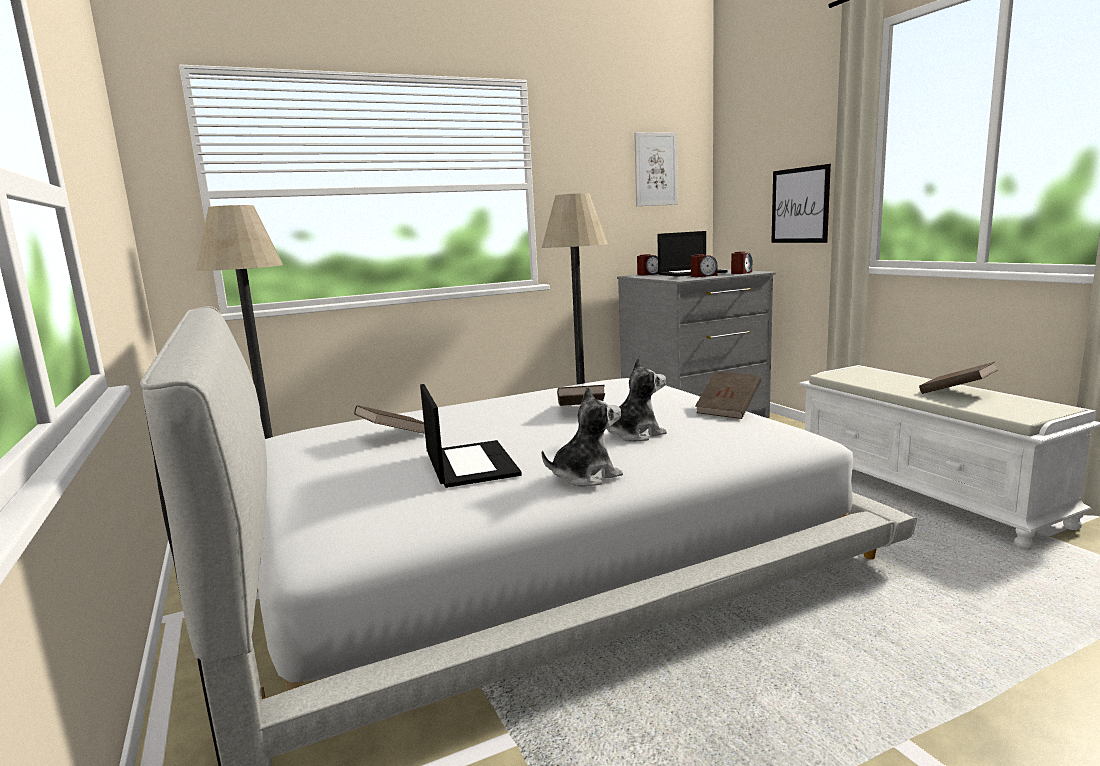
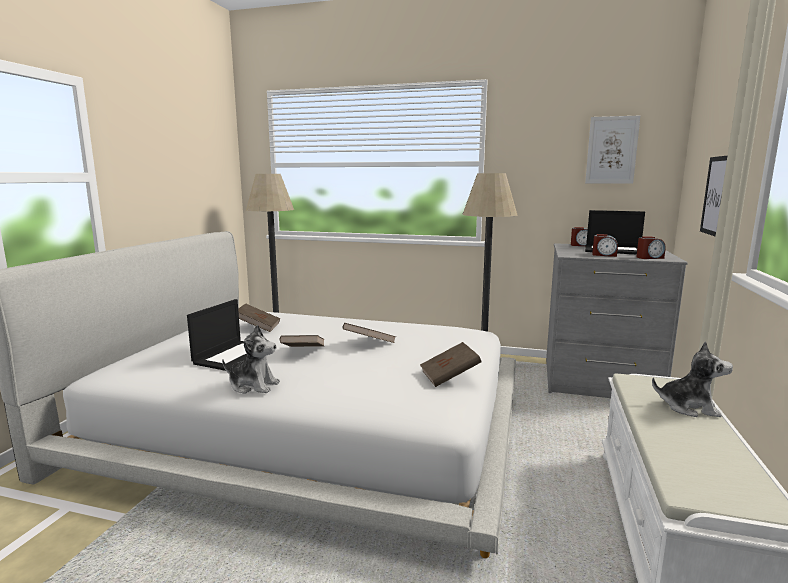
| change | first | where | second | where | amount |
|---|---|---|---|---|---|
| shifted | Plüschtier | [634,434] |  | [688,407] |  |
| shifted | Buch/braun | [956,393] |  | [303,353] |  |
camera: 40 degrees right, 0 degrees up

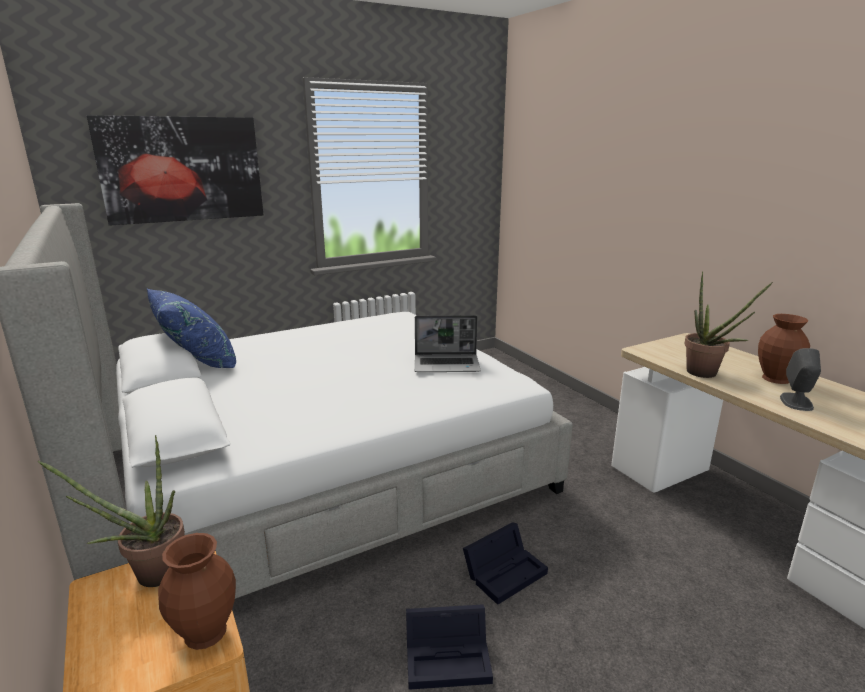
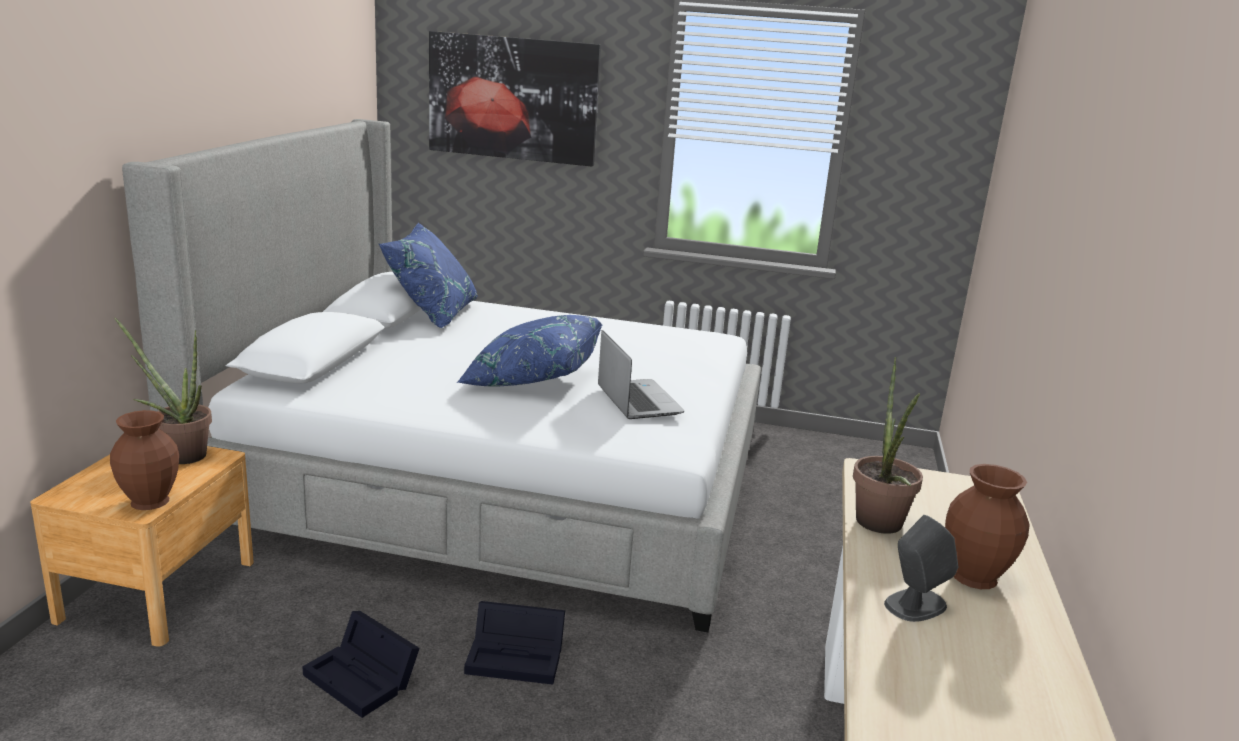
| change | first | where | second | where | amount |
|---|---|---|---|---|---|
| rotated | Laptop | [447,365] |  | [637,400] | 150 degrees counterclockwise |
| new |  |  | Kissen/blau | [531,378] |  |
camera: 40 degrees right, 0 degrees up

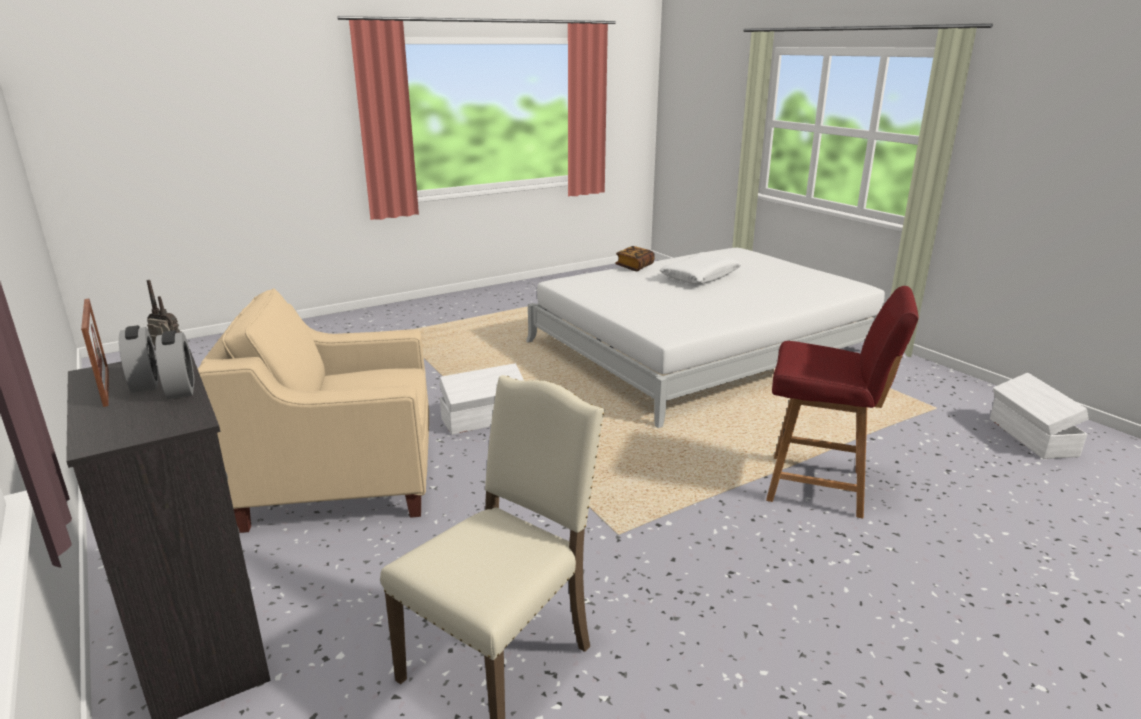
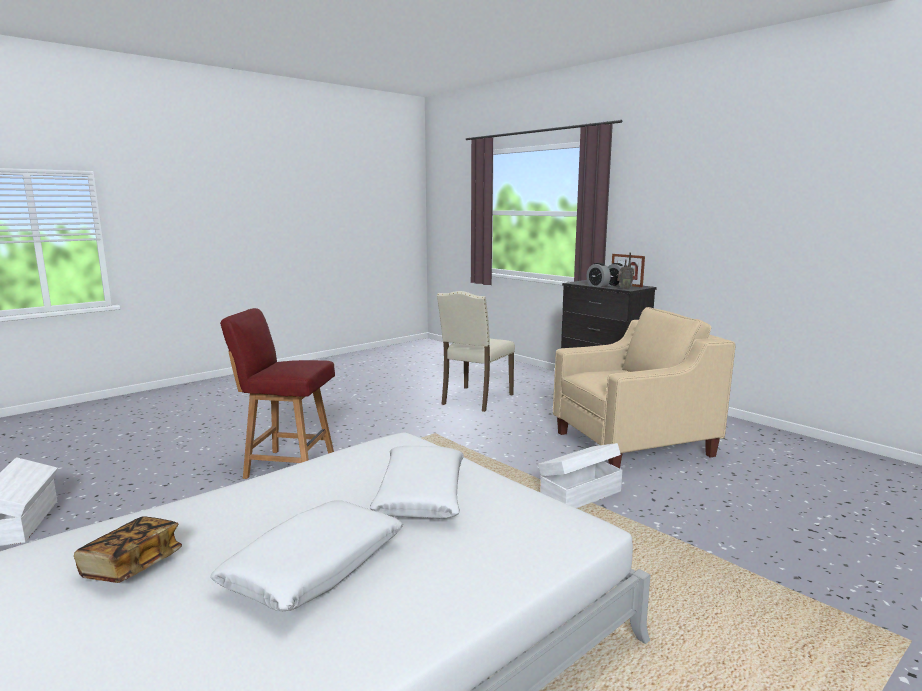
| change | first | where | second | where | amount |
|---|---|---|---|---|---|
| shifted | Buch | [634,266] |  | [132,566] |  |
| new |  |  | Kissen/weiß | [421,494] |  |
camera: 170 degrees right, 10 degrees down

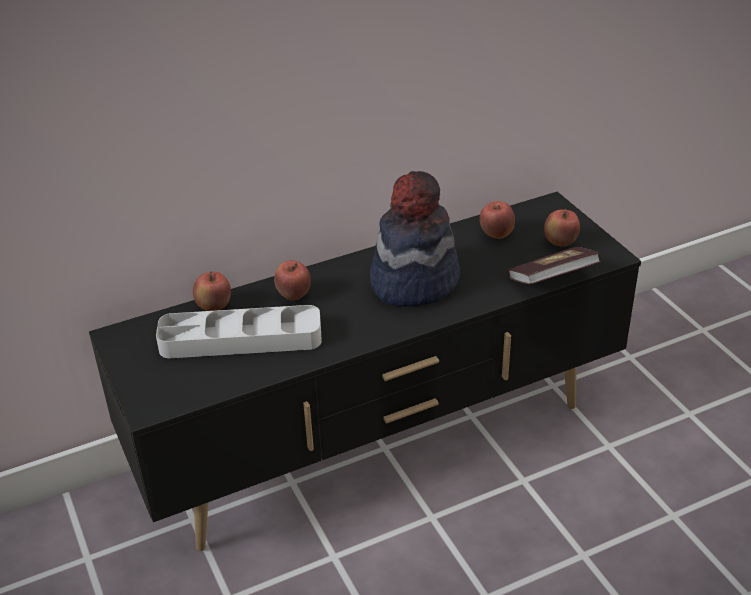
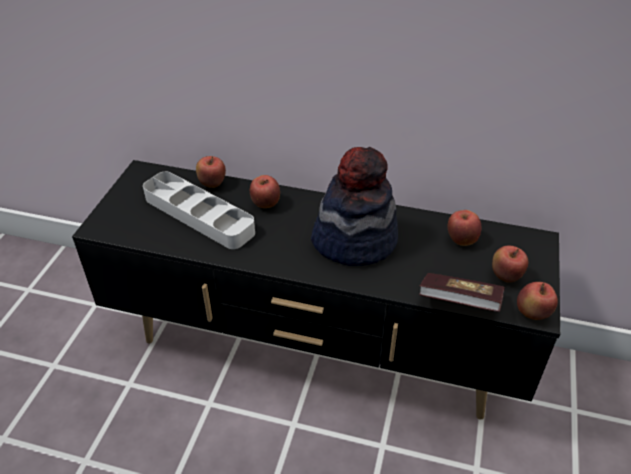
| change | first | where | second | where | amount |
|---|---|---|---|---|---|
| new |  |  | Apfel | [532,314] |  |
camera: 40 degrees right, 5 degrees up

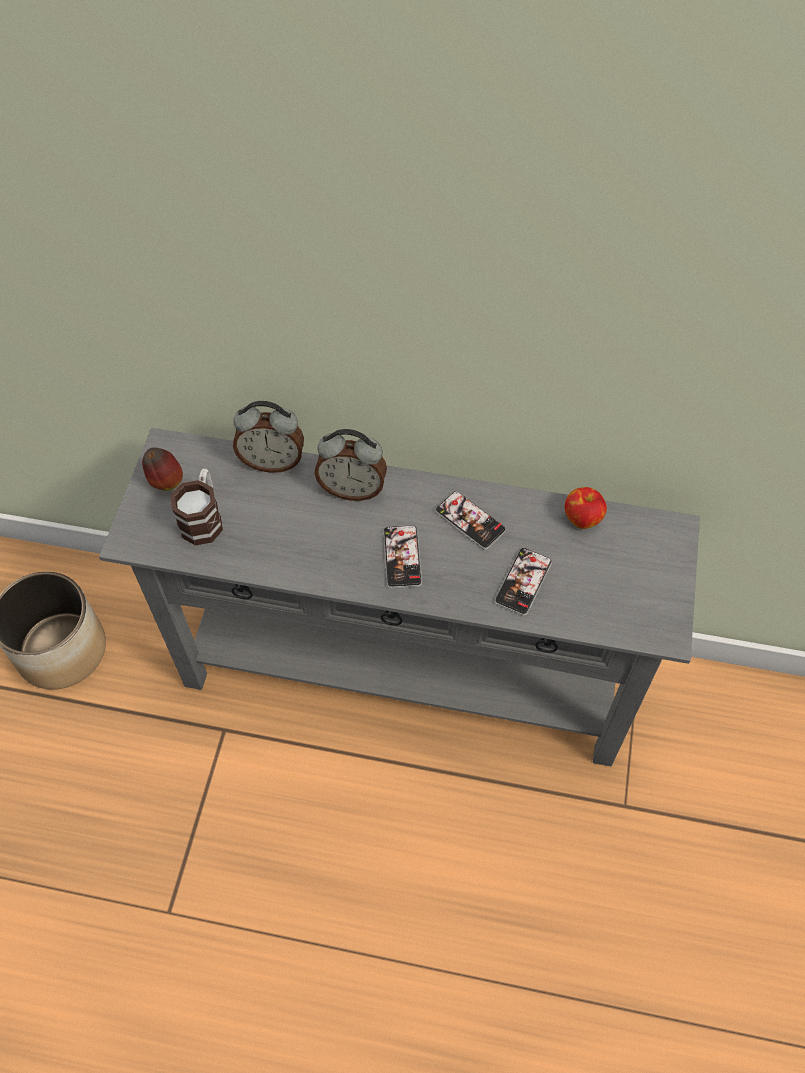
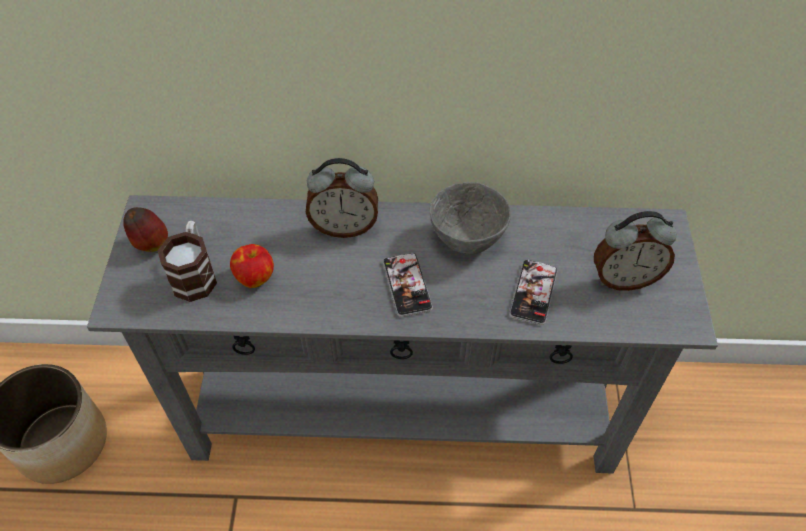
| change | first | where | second | where | amount |
|---|---|---|---|---|---|
| shifted | Wecker | [272,461] |  | [624,278] |  |
| swapped | Handy | [470,520] | Schüssel/grau | [467,241] |  |
| shifted | Apfel | [582,518] |  | [255,277] |  |
camera: 10 degrees left, 5 degrees down

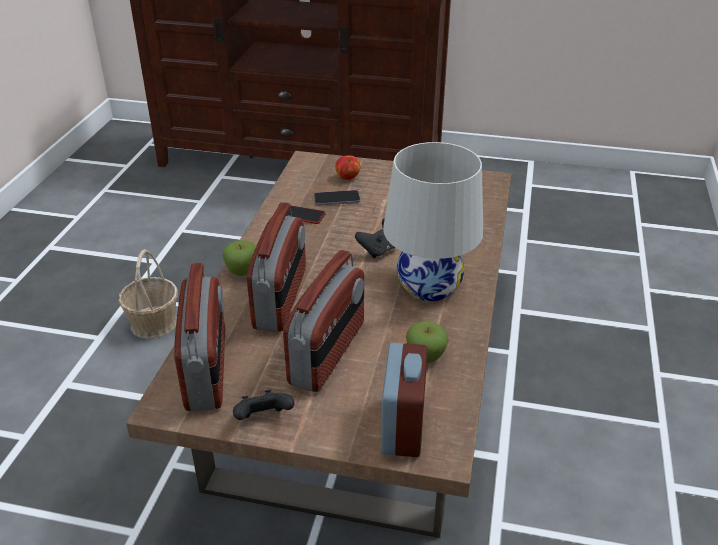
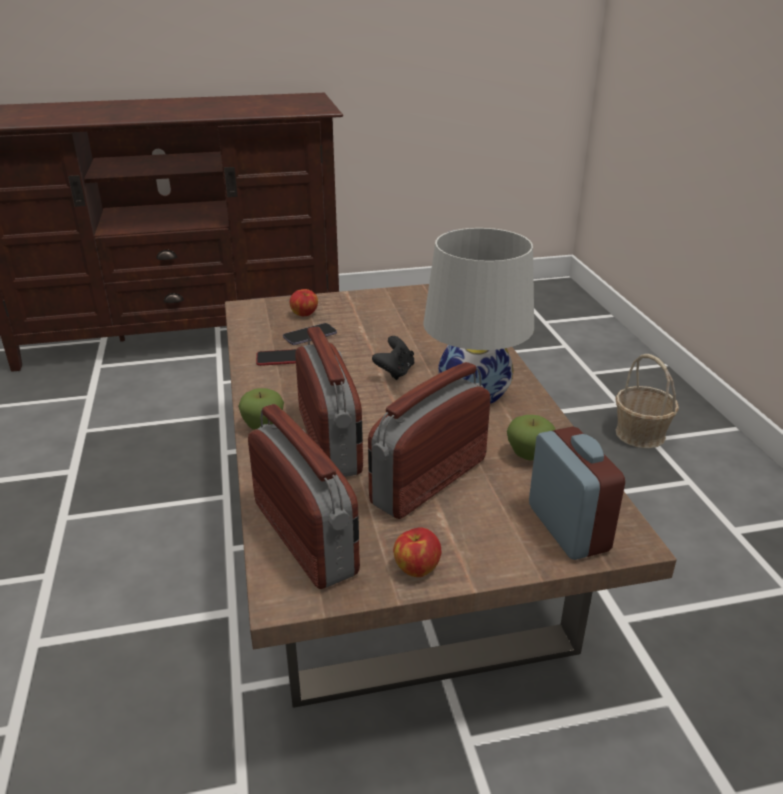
| change | first | where | second | where | amount |
|---|---|---|---|---|---|
| shifted | Korb | [153,323] |  | [640,434] |  |
| swapped | Gamepad/schwarz | [264,419] | Apfel | [416,568] |  |
| rotated | Radio | [328,353] |  | [428,481] | 135 degrees counterclockwise |
camera: 25 degrees left, 5 degrees down

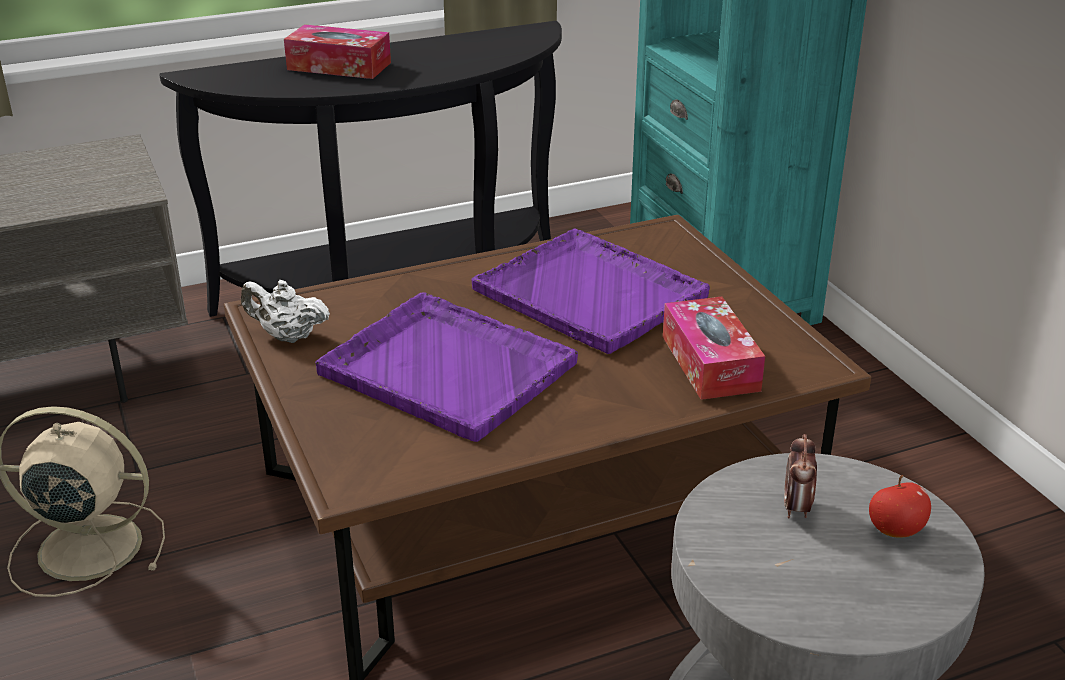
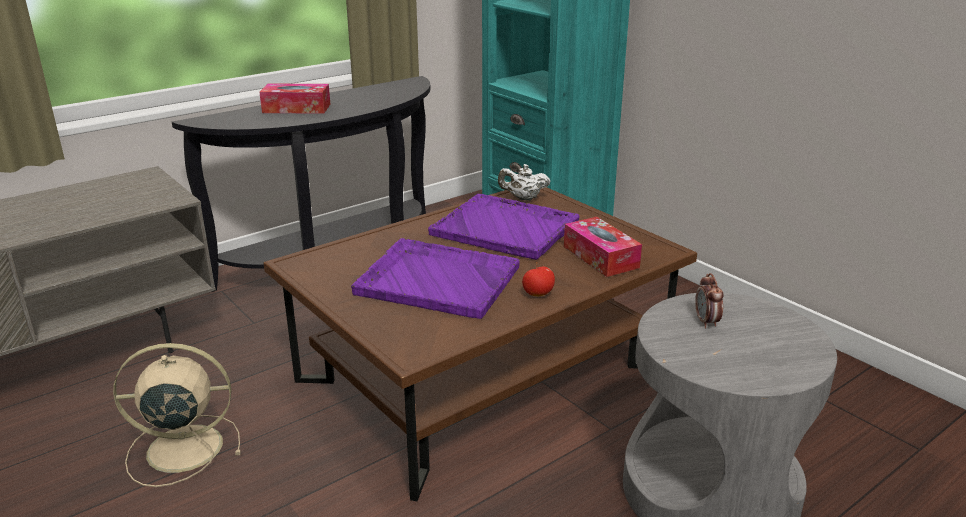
| change | first | where | second | where | amount |
|---|---|---|---|---|---|
| shifted | Teekanne/weiß | [287,336] |  | [523,198] |  |
| shifted | Apfel | [896,530] |  | [538,294] |  |
camera: 15 degrees left, 5 degrees down

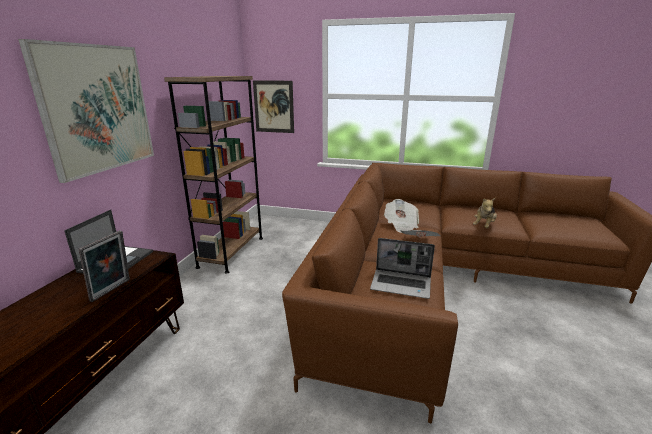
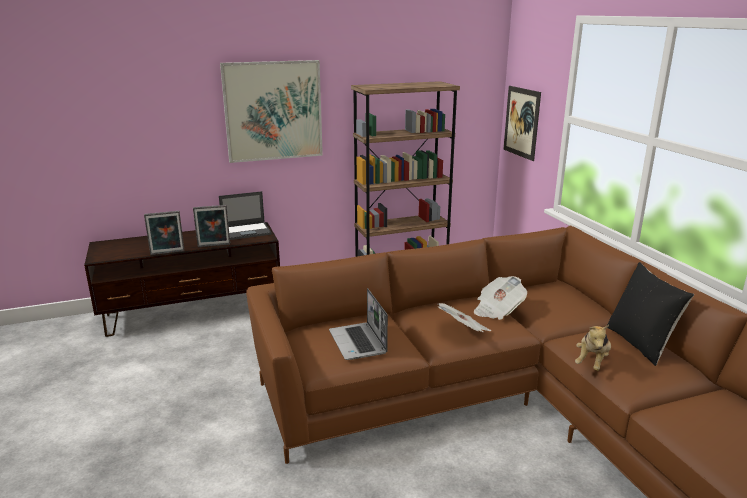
| change | first | where | second | where | amount |
|---|---|---|---|---|---|
| rotated | Plüschtier | [484,226] |  | [592,362] | 60 degrees counterclockwise |
| new |  |  | Bilderrahmen | [167,253] |  |
| new |  |  | Kissen/schwarz | [640,344] |  |
camera: 55 degrees right, 0 degrees up

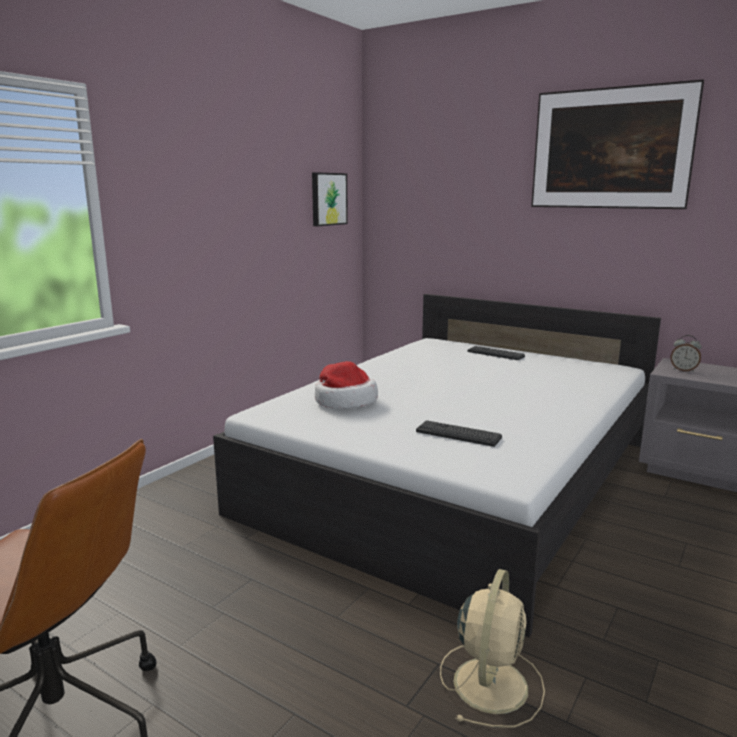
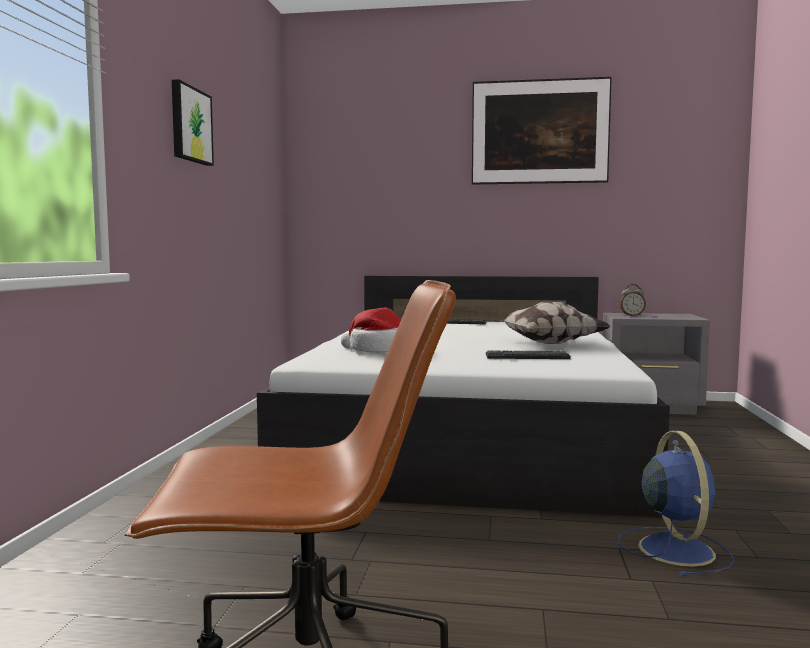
| change | first | where | second | where | amount |
|---|---|---|---|---|---|
| shifted | Bild | [328,199] |  | [190,125] |  |
| repainted | Ventilator/beige | [491,682] | Ventilator/blau | [674,548] |  |
| new |  |  | Kissen | [547,343] |  |
camera: 25 degrees left, 10 degrees down

